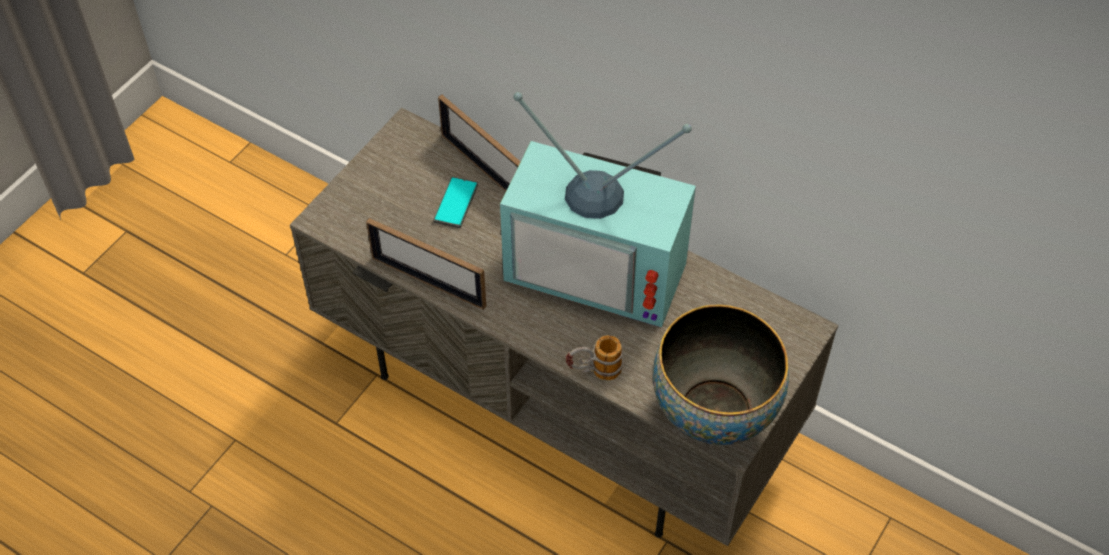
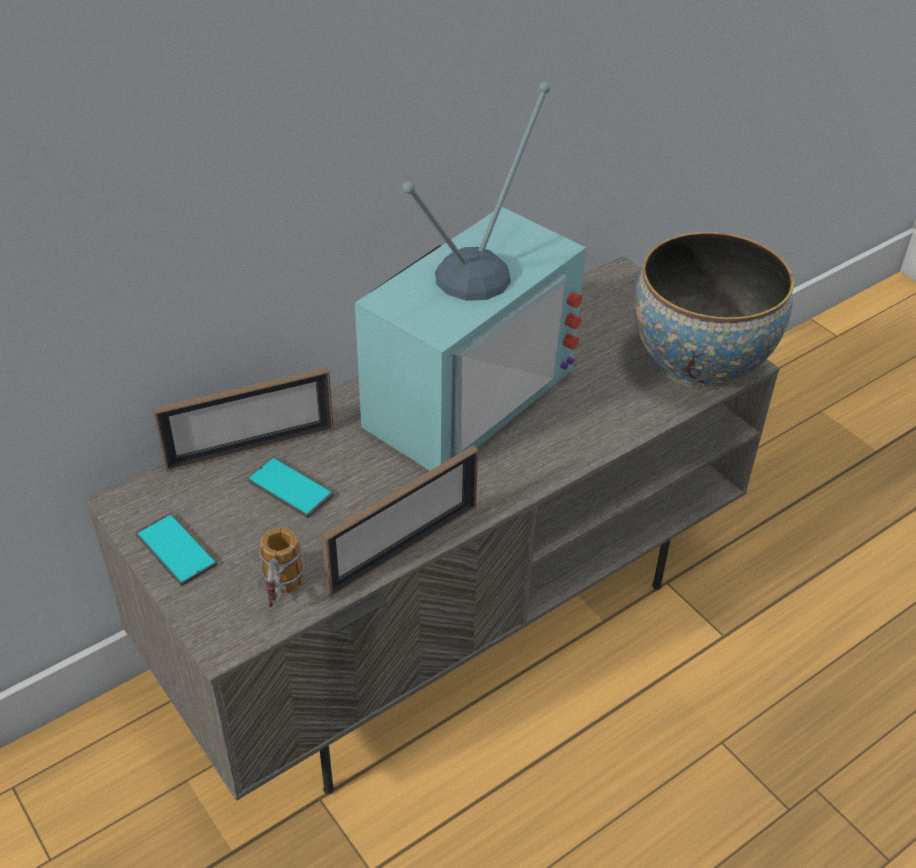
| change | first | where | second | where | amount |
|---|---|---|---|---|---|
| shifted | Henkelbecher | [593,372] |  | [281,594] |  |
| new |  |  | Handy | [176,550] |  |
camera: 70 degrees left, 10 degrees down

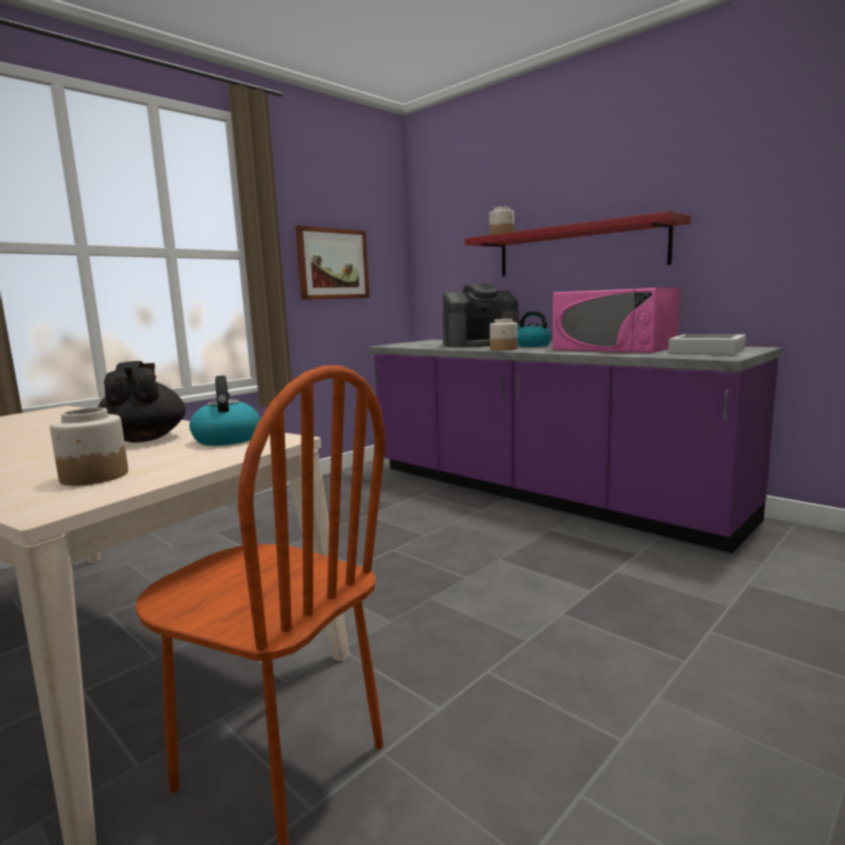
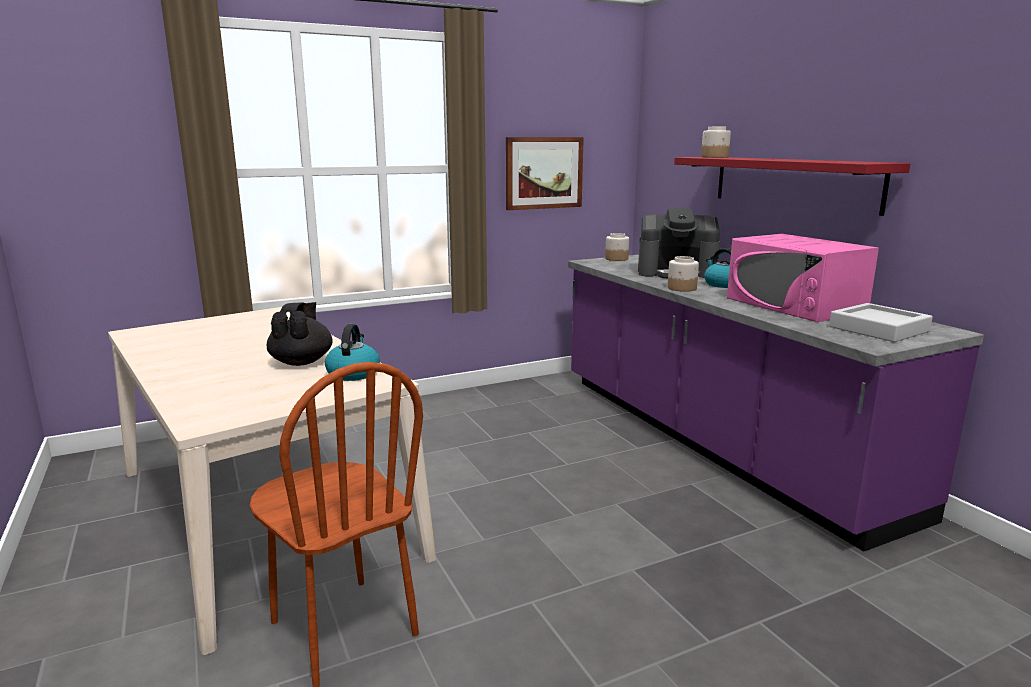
| change | first | where | second | where | amount |
|---|---|---|---|---|---|
| shifted | Vorratsglas | [93,476] |  | [616,259] |  |
camera: 20 degrees right, 5 degrees up

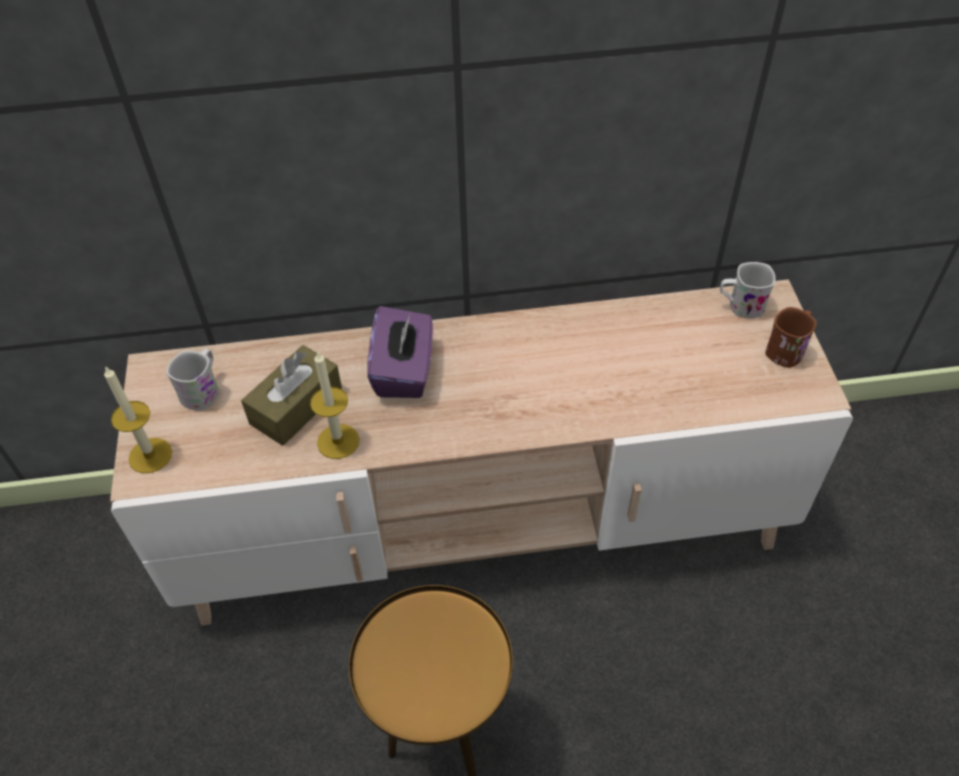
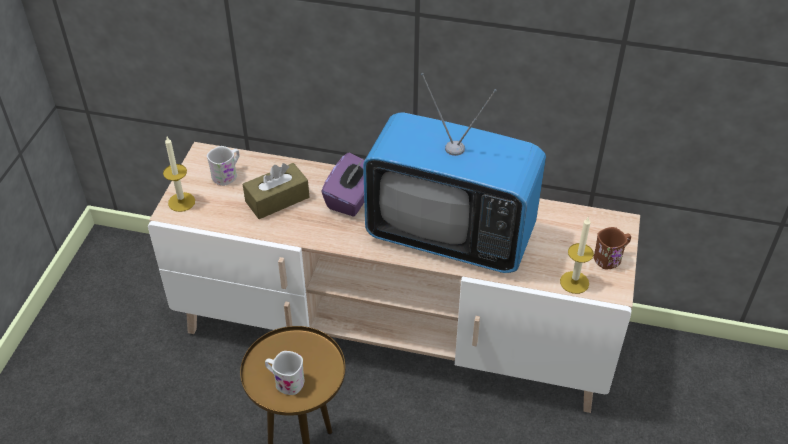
| change | first | where | second | where | amount |
|---|---|---|---|---|---|
| shifted | Kerze | [338,441] |  | [574,282] |  |
| shifted | Henkelbecher/weiß | [740,306] |  | [285,381] |  |
| new |  |  | Fernseher | [450,235] |  |
camera: 20 degrees right, 5 degrees down

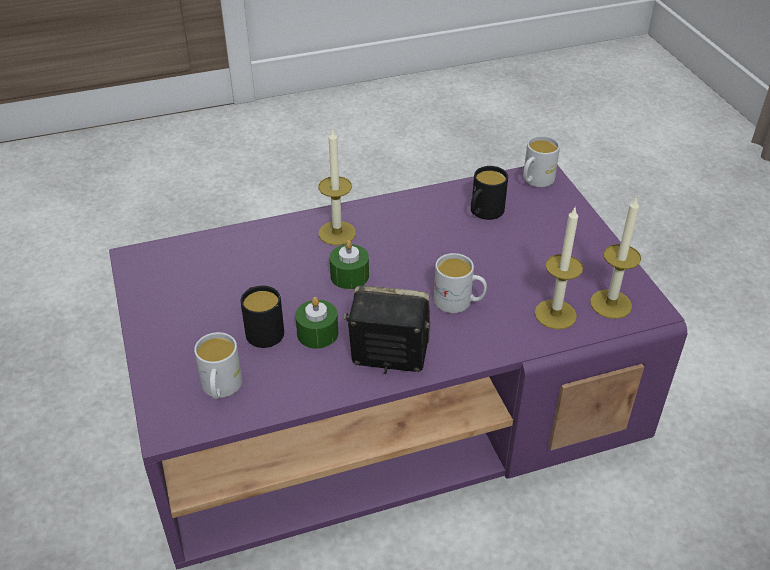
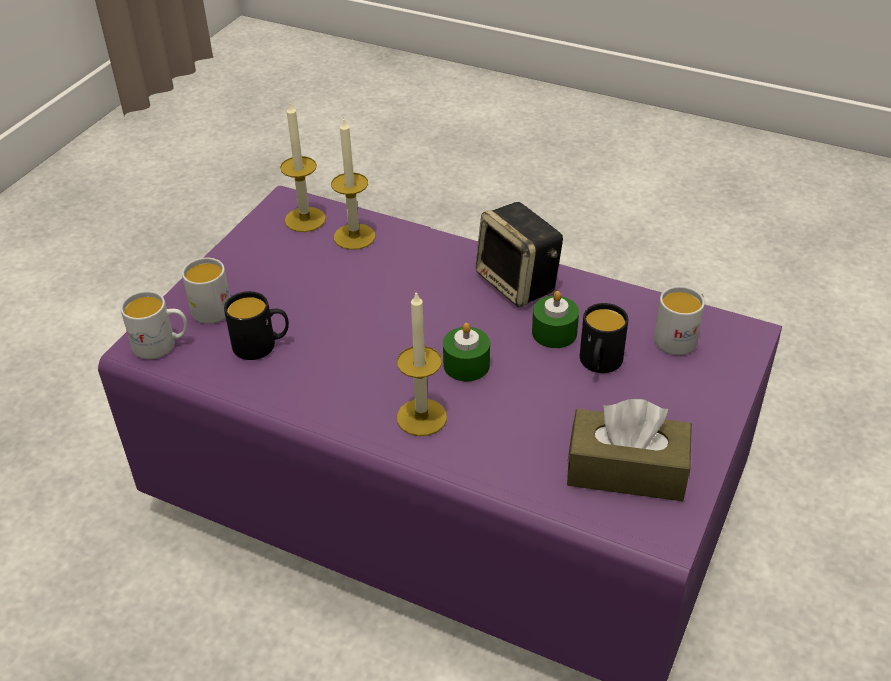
| change | first | where | second | where | amount |
|---|---|---|---|---|---|
| shifted | Henkelbecher/weiß | [459,302] |  | [209,306] |  |
| new |  |  | Taschentuchbox/braun | [626,471] |  |
camera: 135 degrees left, 0 degrees up

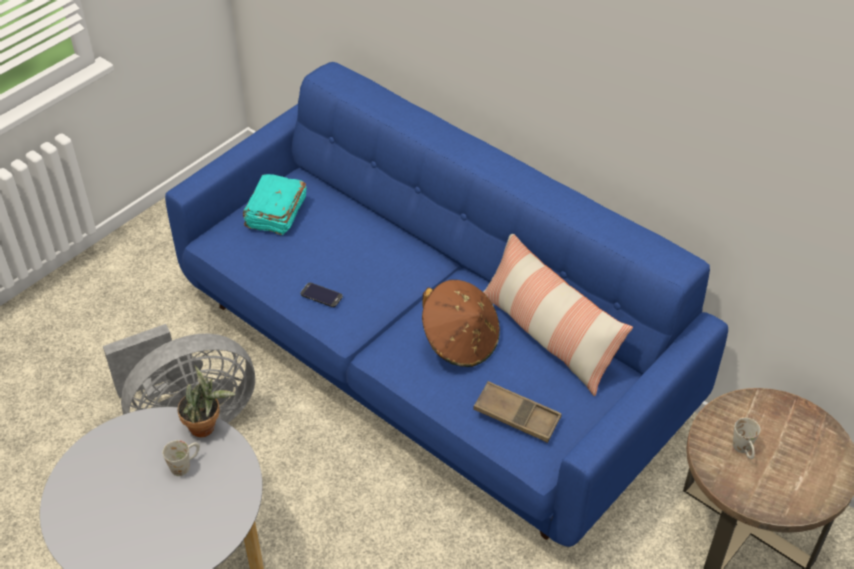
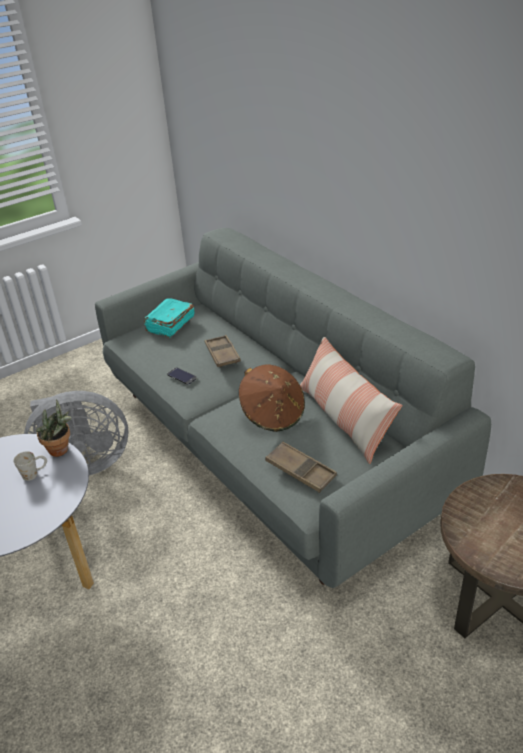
| change | first | where | second | where | amount |
|---|---|---|---|---|---|
| repainted | Sofa/blau | [429,361] | Sofa/grau | [268,445] |  |
| gone | Henkelbecher/weiß | [744,450] |  |  |  |
| new |  |  | Tablett/braun | [222,354] |  |
camera: 15 degrees right, 10 degrees down

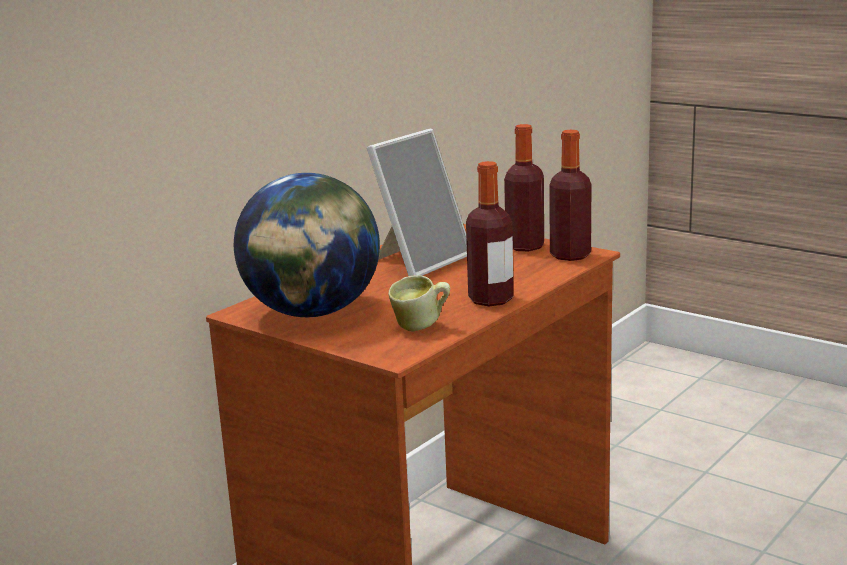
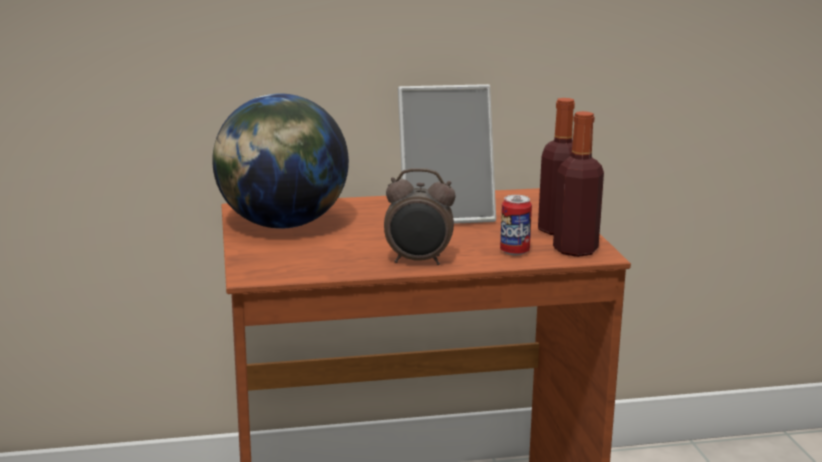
| change | first | where | second | where | amount |
|---|---|---|---|---|---|
| gone | Henkelbecher | [421,327] |  |  |  |
| swapped | Flasche | [490,300] | Wecker | [418,261] |  |
| new |  |  | Dose | [514,251] |  |
camera: 40 degrees right, 0 degrees up

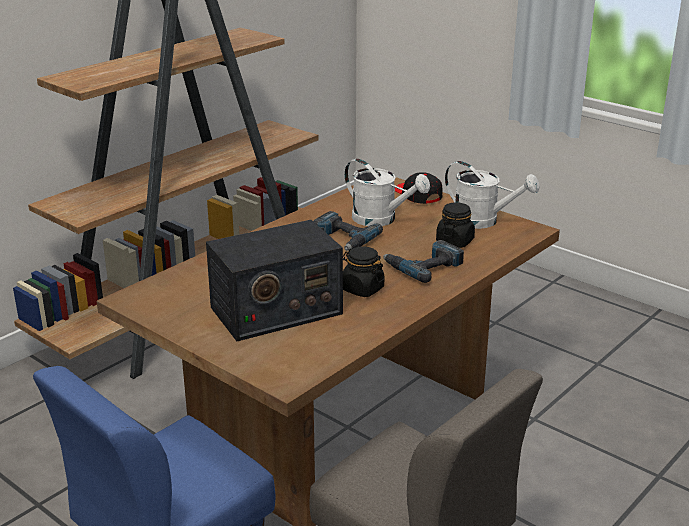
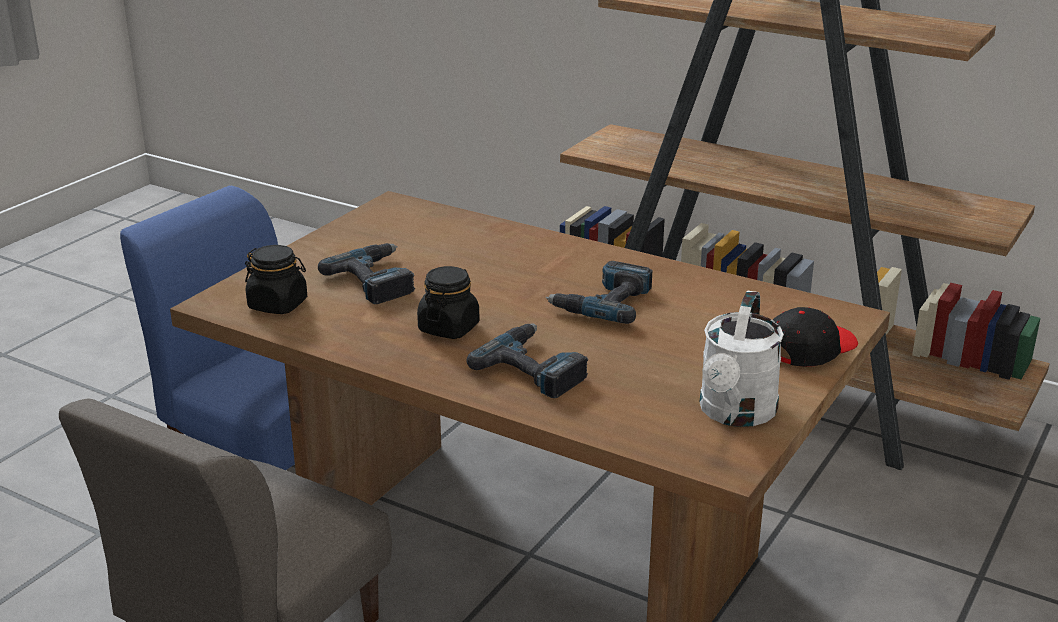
| change | first | where | second | where | amount |
|---|---|---|---|---|---|
| swapped | Radio | [275,311] | Bohrmaschine | [377,280] |  |
| gone | Gießkanne/weiß | [381,220] |  |  |  |
| shifted | Vorratsglas/schwarz | [455,241] |  | [278,305] |  |
camera: 80 degrees right, 0 degrees up

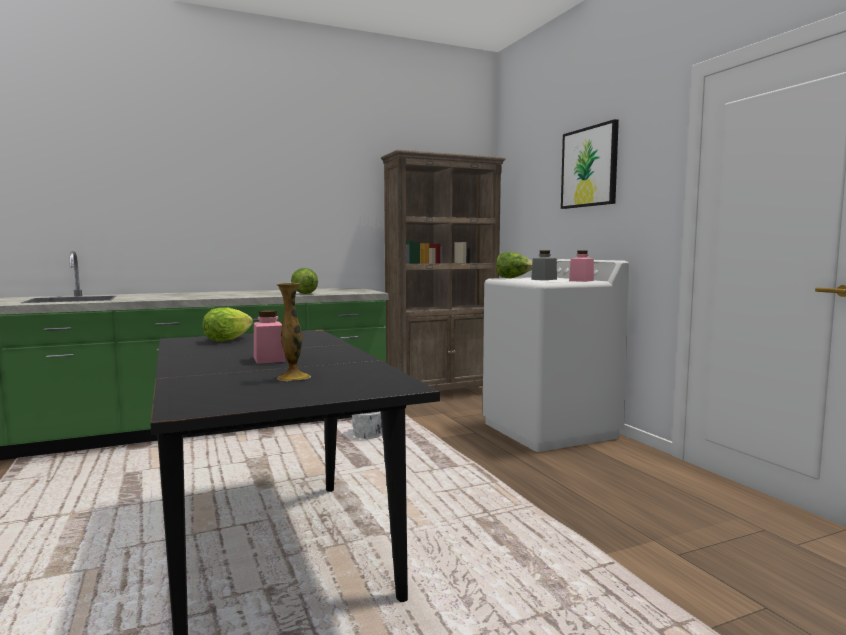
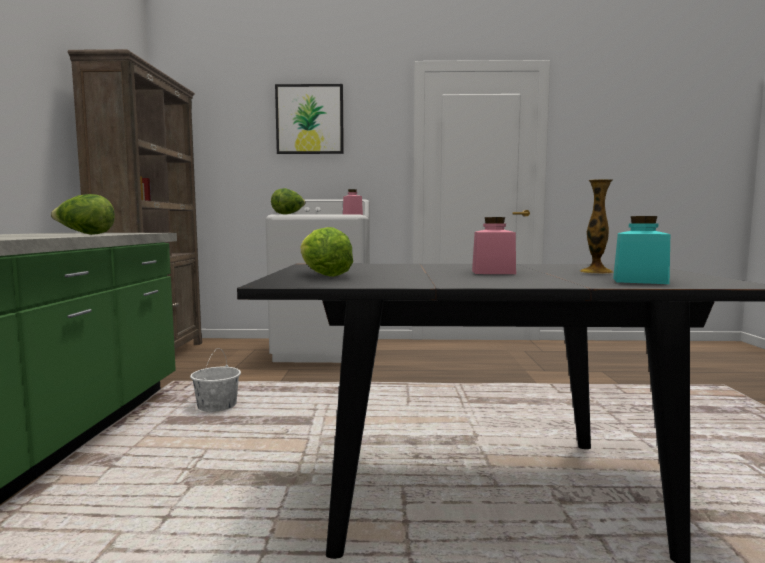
| change | first | where | second | where | amount |
|---|---|---|---|---|---|
| gone | Vorratsglas/grau | [544,279] |  |  |  |
| new |  |  | Vorratsglas/türkis | [639,281] |  |
camera: 65 degrees left, 0 degrees up

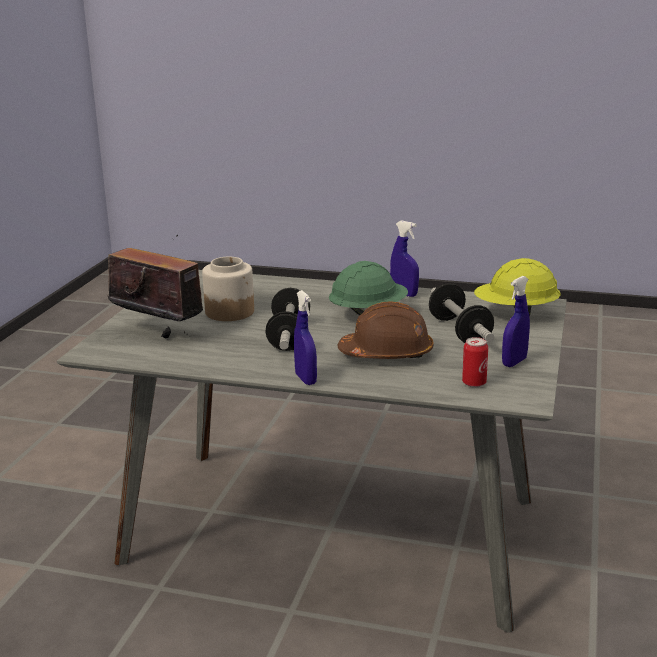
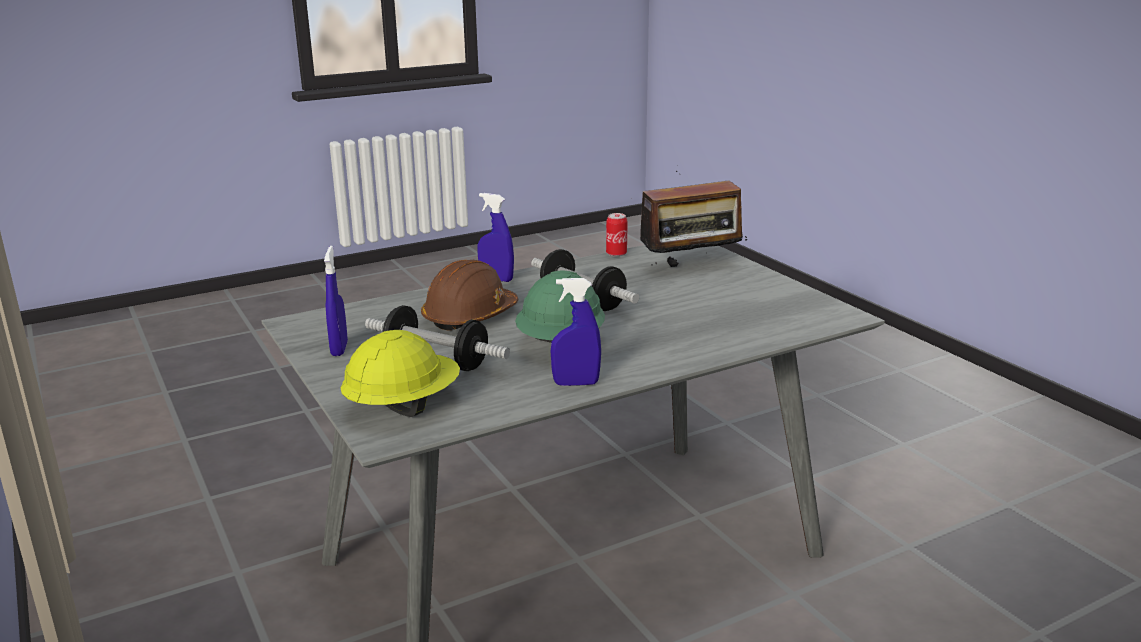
| change | first | where | second | where | amount |
|---|---|---|---|---|---|
| gone | Vorratsglas | [230,312] |  |  |  |
| shifted | Dose | [474,383] |  | [616,254] |  |
camera: 135 degrees right, 0 degrees up

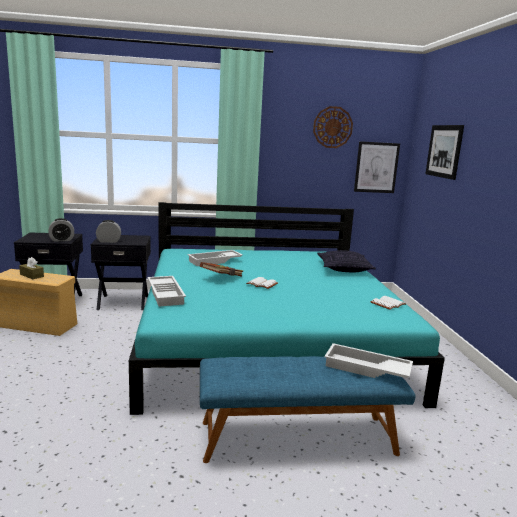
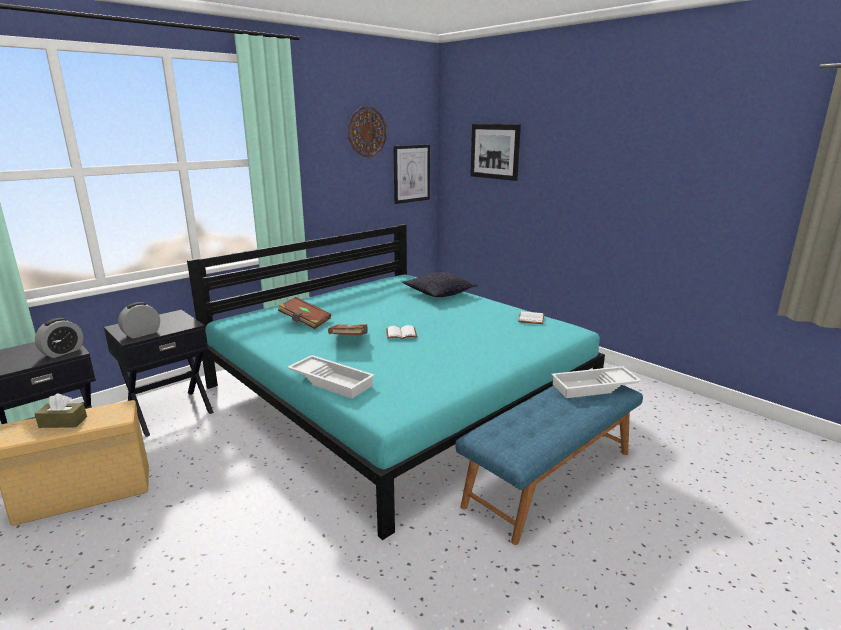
| change | first | where | second | where | amount |
|---|---|---|---|---|---|
| swapped | Tablett/weiß | [215,261] | Buch/braun | [305,321] |  |
camera: 35 degrees left, 5 degrees up

